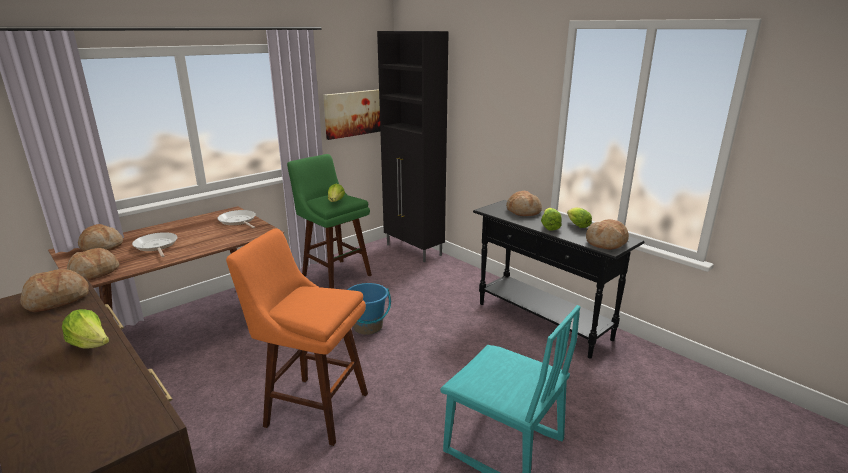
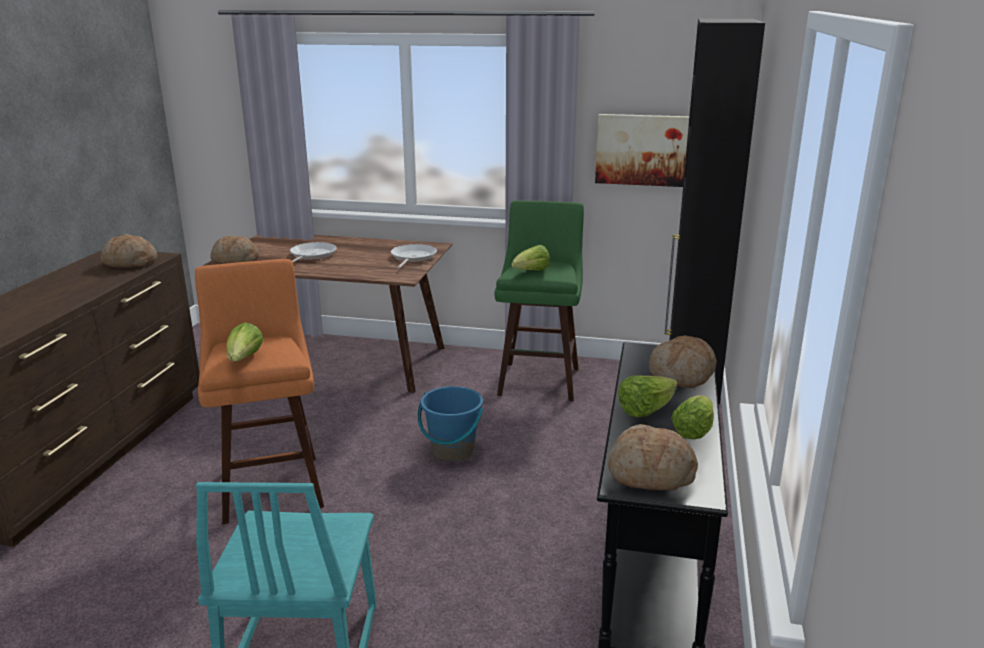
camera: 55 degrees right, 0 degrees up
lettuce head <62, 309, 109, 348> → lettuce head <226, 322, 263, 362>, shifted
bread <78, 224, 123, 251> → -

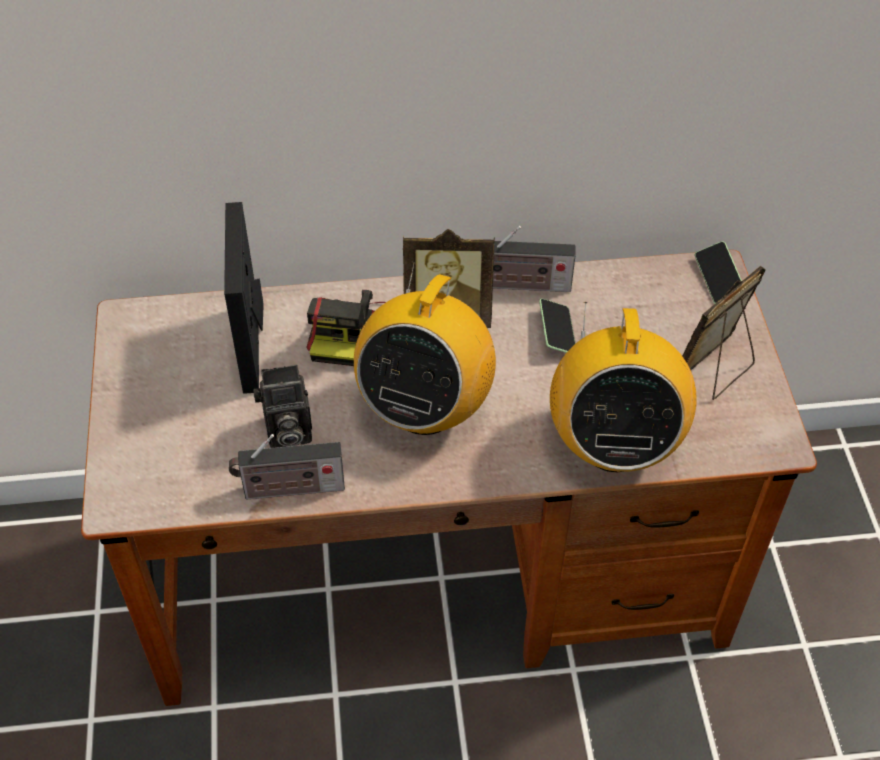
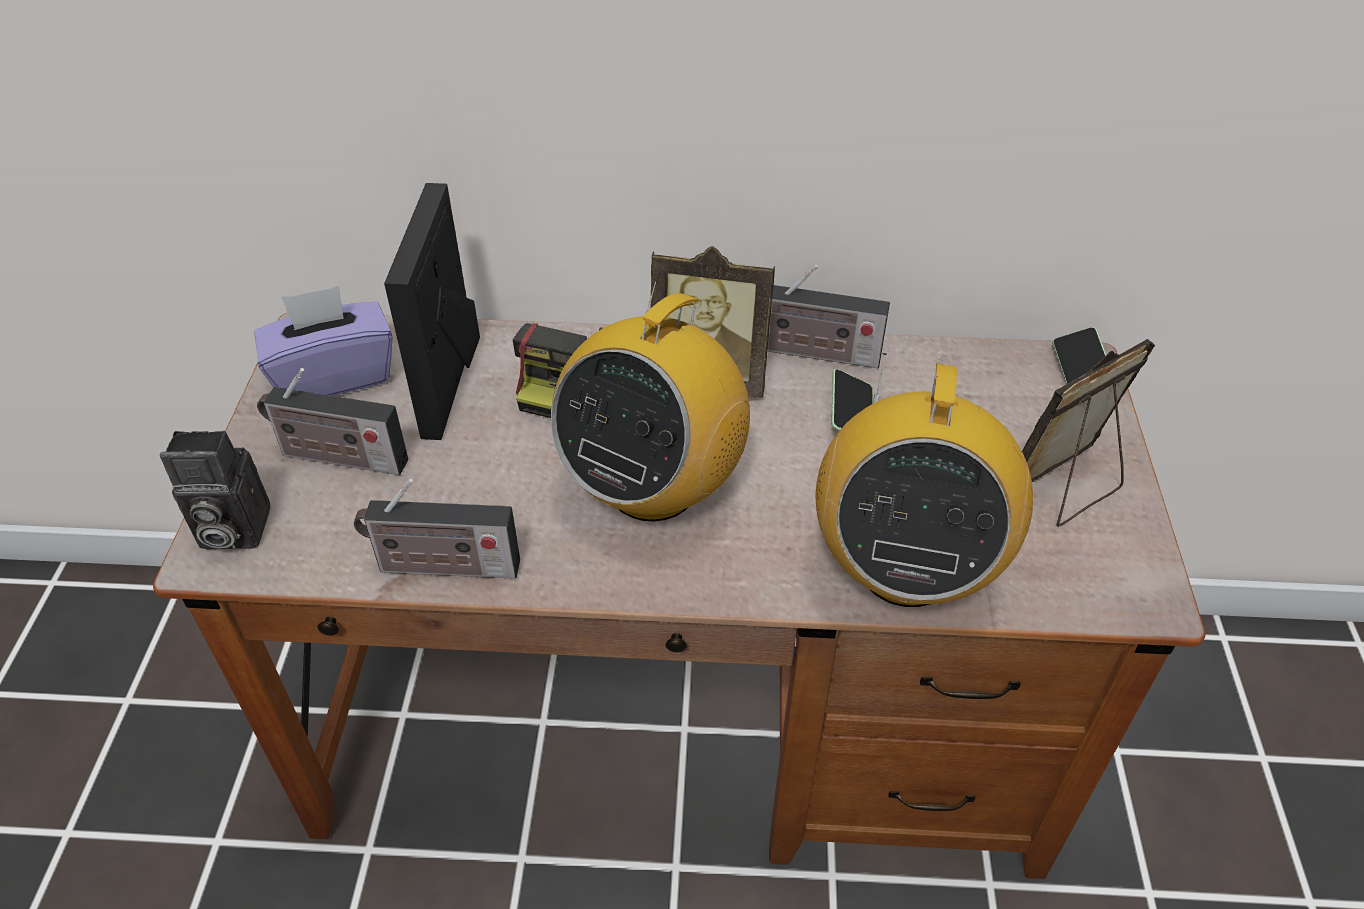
camera: 10 degrees right, 5 degrees down
photo camera <253, 364, 312, 448> → photo camera <160, 431, 270, 549>, shifted
- → box of tissues/purple-coloured <255, 286, 393, 396>
- → radio receiver <257, 368, 409, 475>

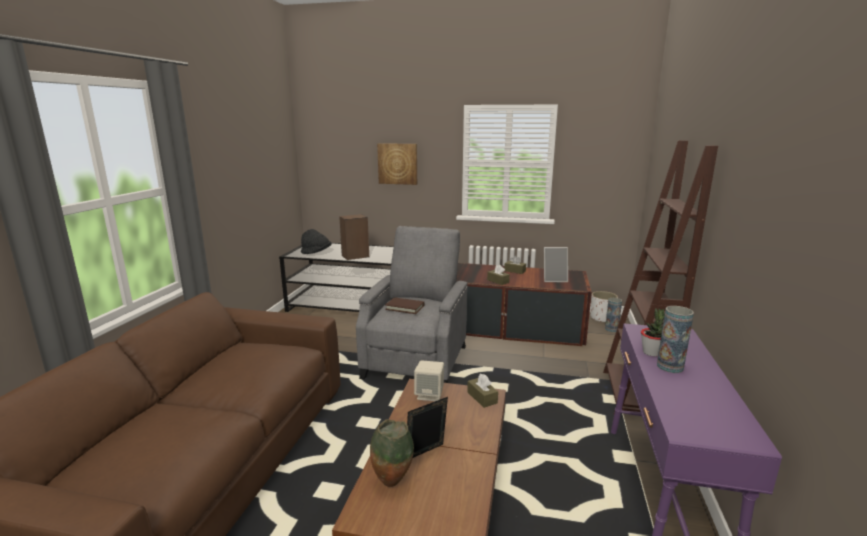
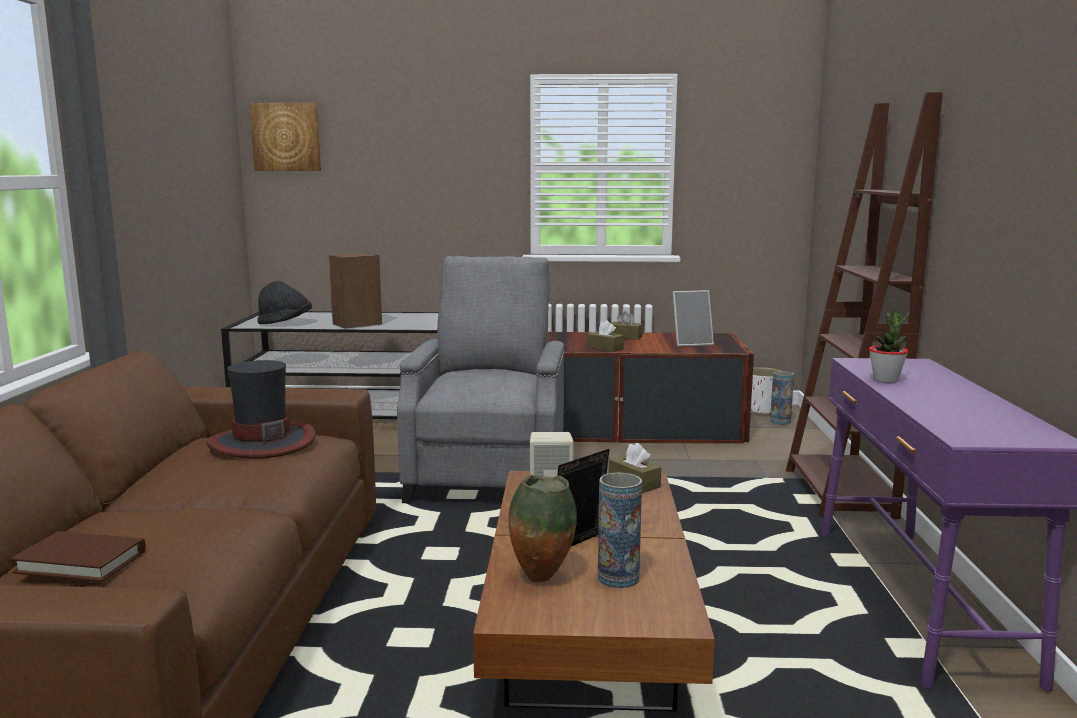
camera: 10 degrees left, 5 degrees down
volume/brownish <385, 297, 424, 314> → volume/brownish <10, 531, 146, 582>, shifted
- → clothing hat <207, 360, 316, 459>
picture <377, 143, 417, 185> → picture <249, 103, 321, 171>, shifted
flower vase <657, 306, 694, 373> → flower vase <598, 472, 642, 588>, shifted

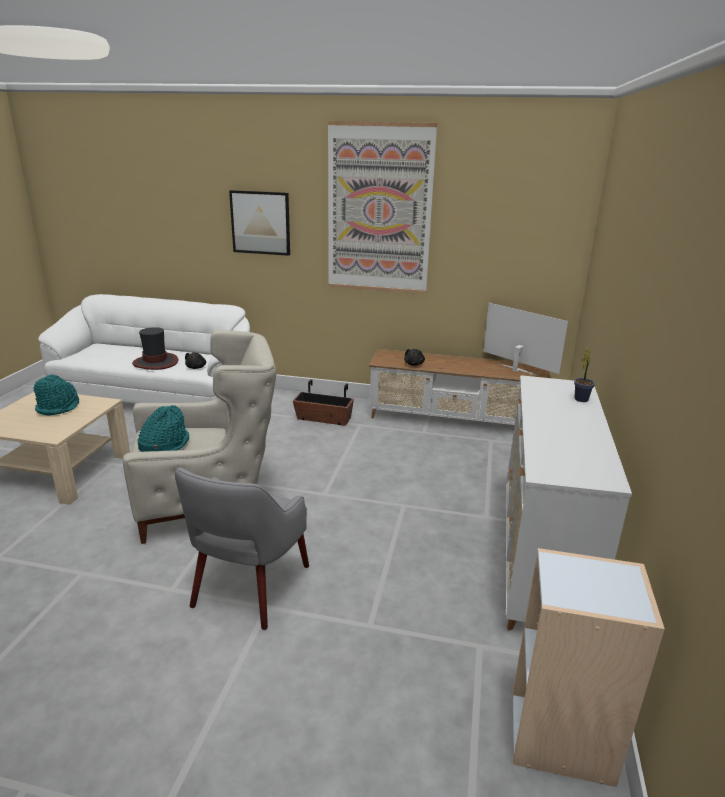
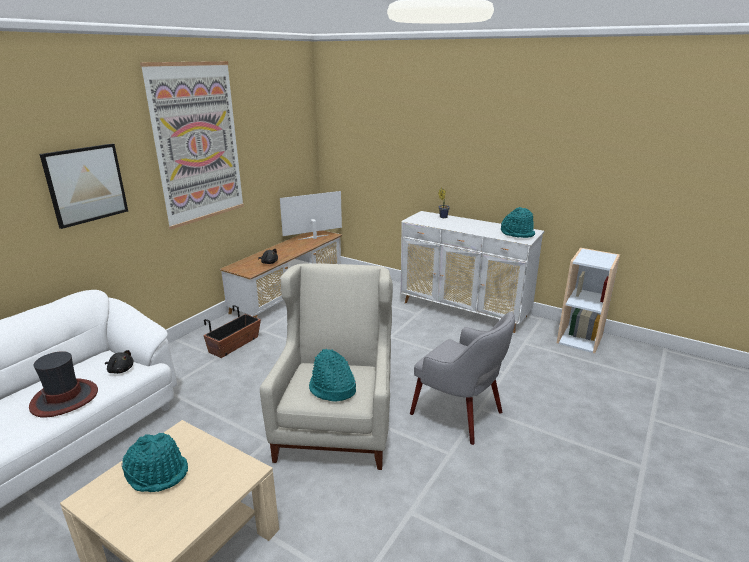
camera: 70 degrees left, 0 degrees up
- → clothing hat/blue-green <501, 207, 535, 238>

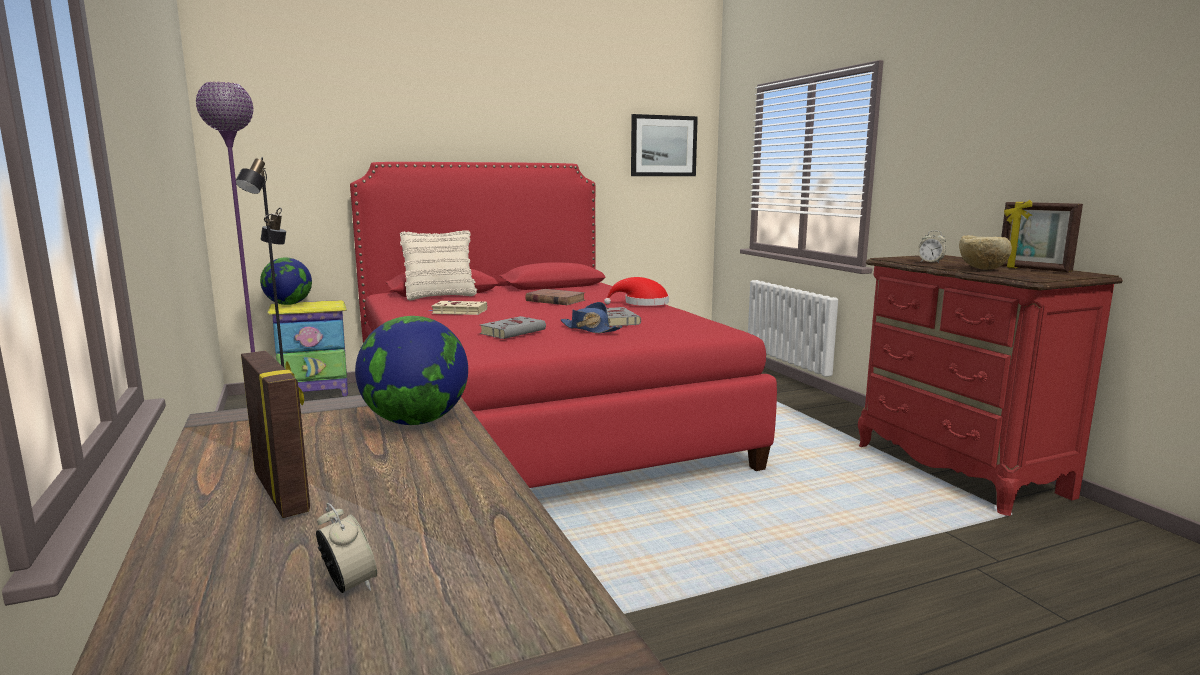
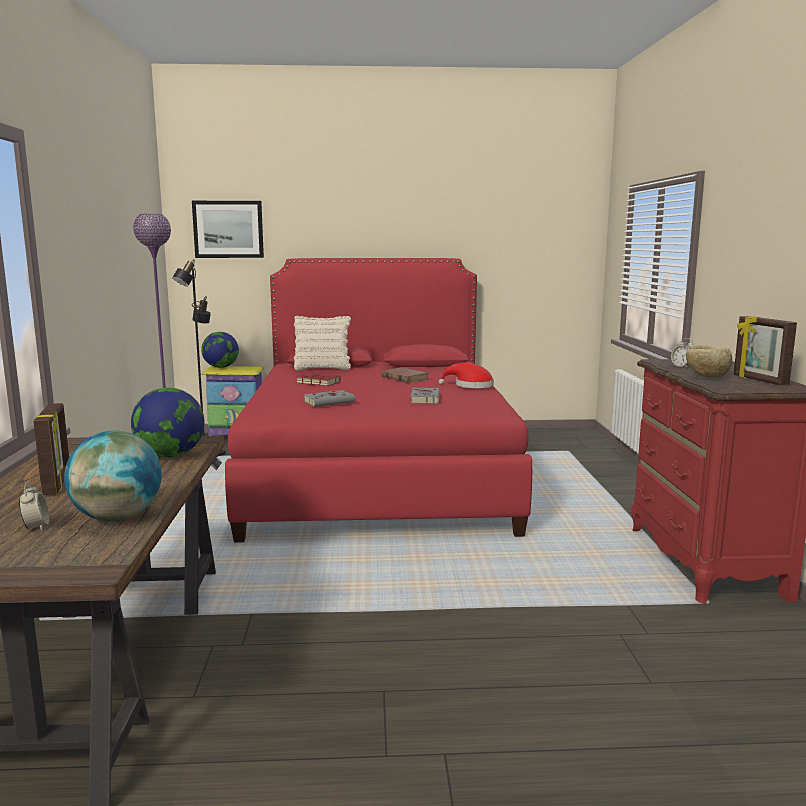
camera: 20 degrees right, 0 degrees up
- → world globe <64, 431, 162, 521>
picture <631, 114, 698, 176> → picture <192, 201, 264, 258>, shifted
volume/beige-coloured <430, 301, 487, 315> → volume/red-coloured <296, 373, 341, 386>
clothing hat/blue <561, 302, 622, 333> → -

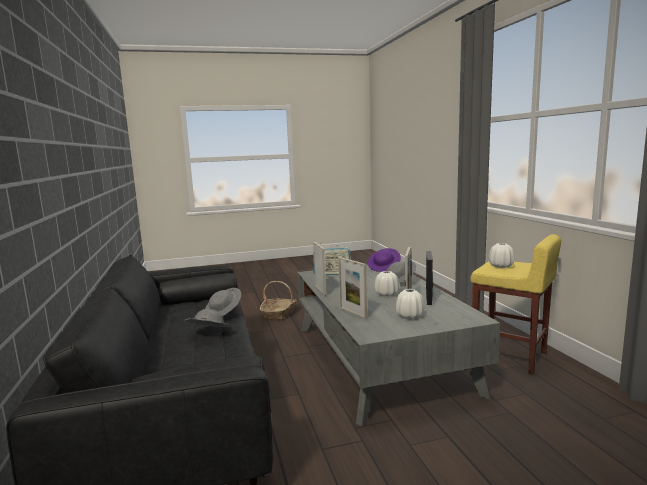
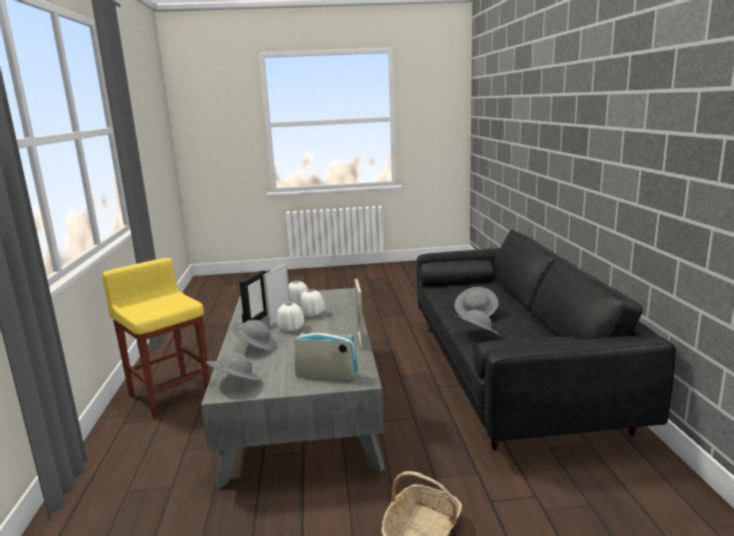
camera: 170 degrees left, 5 degrees up
clothing hat/purple-coloured <368, 248, 401, 272> → clothing hat/greyish <206, 352, 262, 381>
flower vase/white <489, 243, 514, 268> → flower vase/white <298, 289, 324, 317>, shifted
photo frame <338, 257, 367, 319> → -

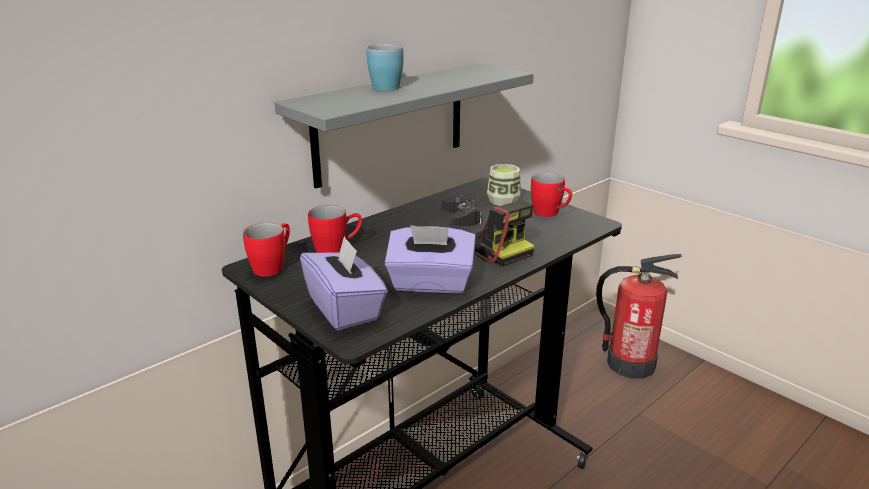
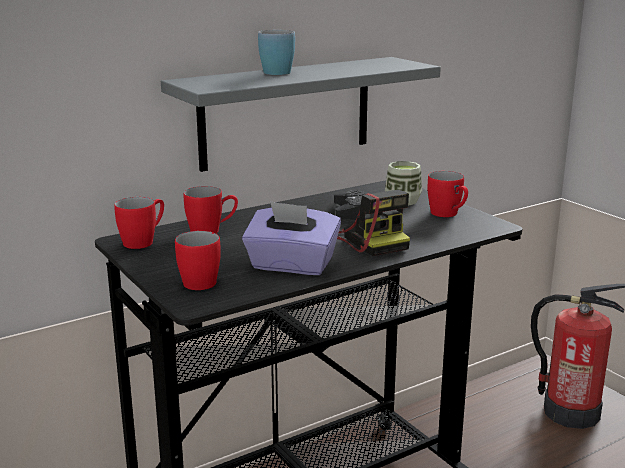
camera: 10 degrees right, 5 degrees down
box of tissues/purple-coloured <300, 235, 388, 330> → mug/red-coloured <175, 231, 221, 290>

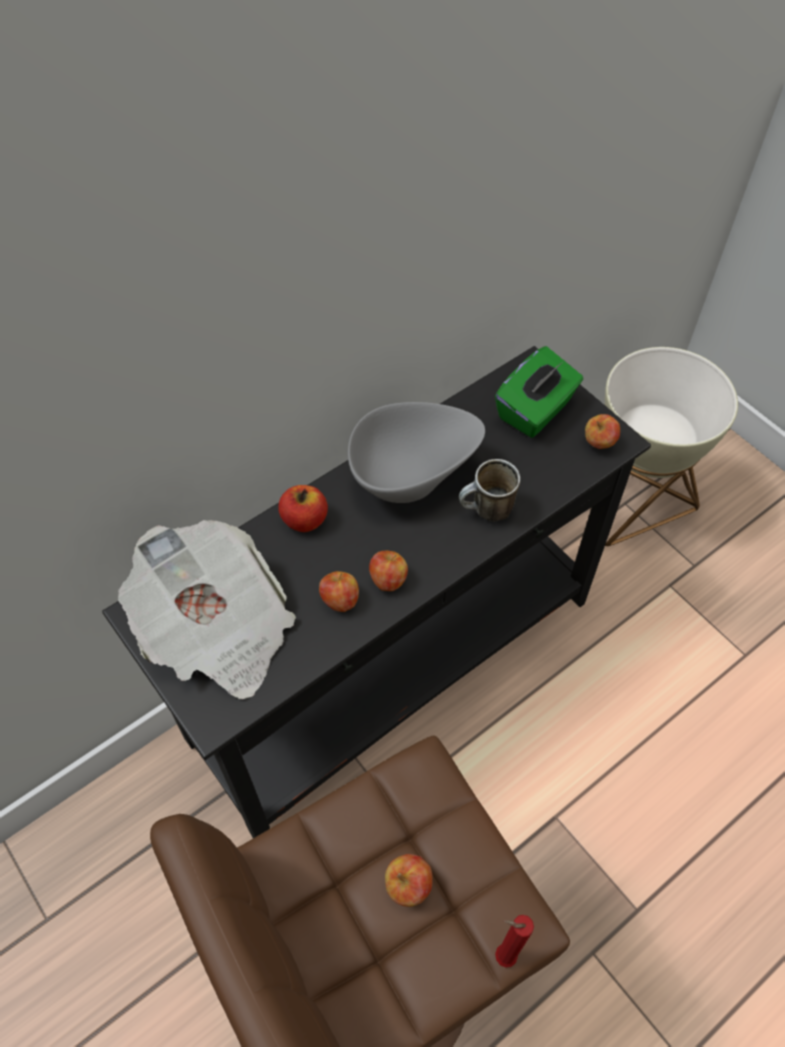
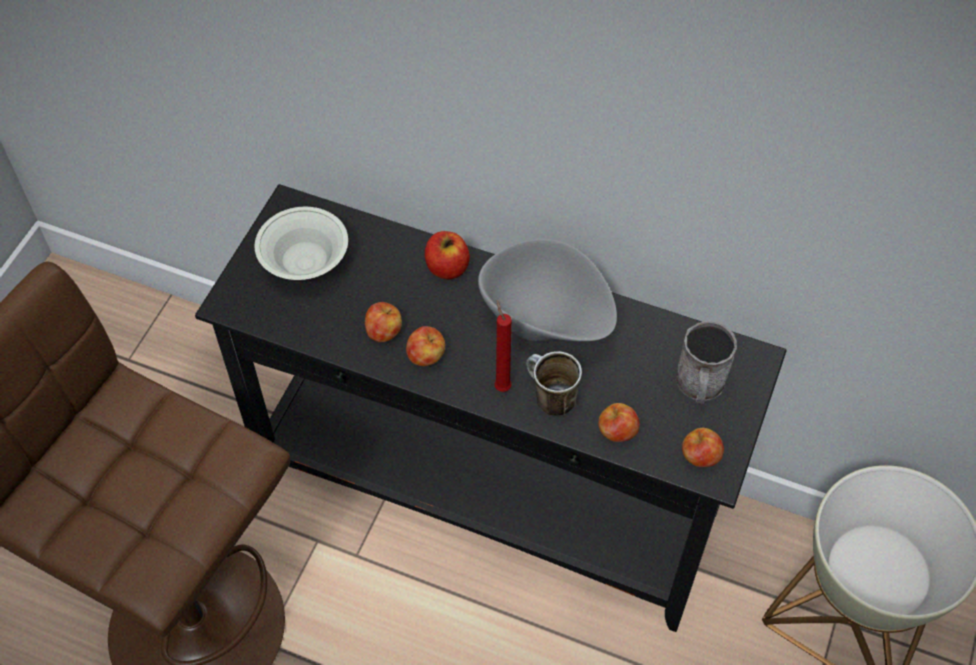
camera: 60 degrees right, 0 degrees up
newspaper <118, 520, 296, 699> → deep dish/white <255, 207, 348, 280>
candle/red-coloured <495, 915, 534, 968> → candle/red-coloured <494, 300, 512, 392>, shifted
whole apple <385, 854, 433, 907> → whole apple <598, 403, 640, 442>, shifted
box of tissues/greenish <495, 346, 583, 438> → mug/greyish <676, 321, 737, 404>

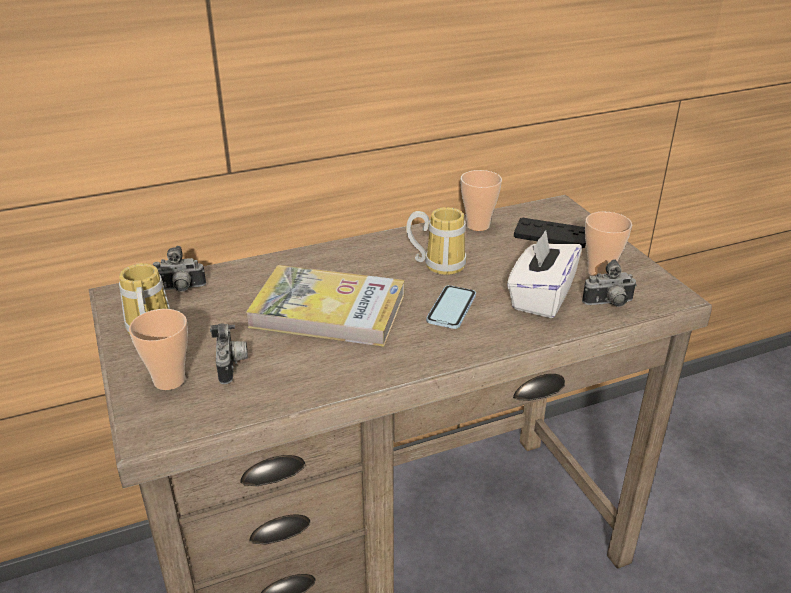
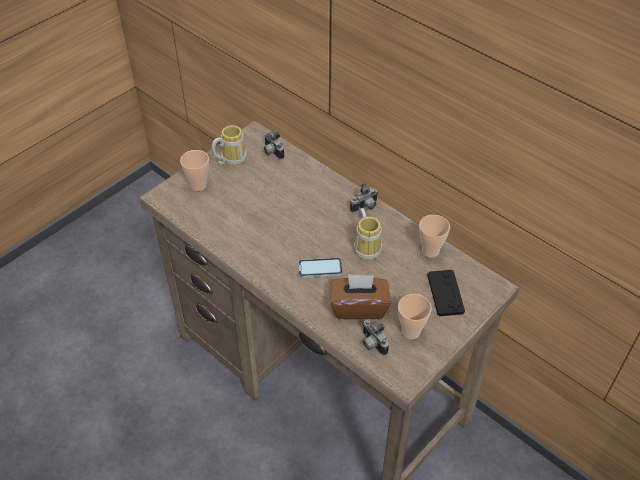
camera: 65 degrees right, 15 degrees up
box of tissues/white <507, 230, 582, 318> → box of tissues/brownish <331, 274, 391, 319>
photo camera <210, 323, 248, 384> → photo camera <350, 183, 378, 212>, shifted
volume <246, 265, 404, 346> → -

